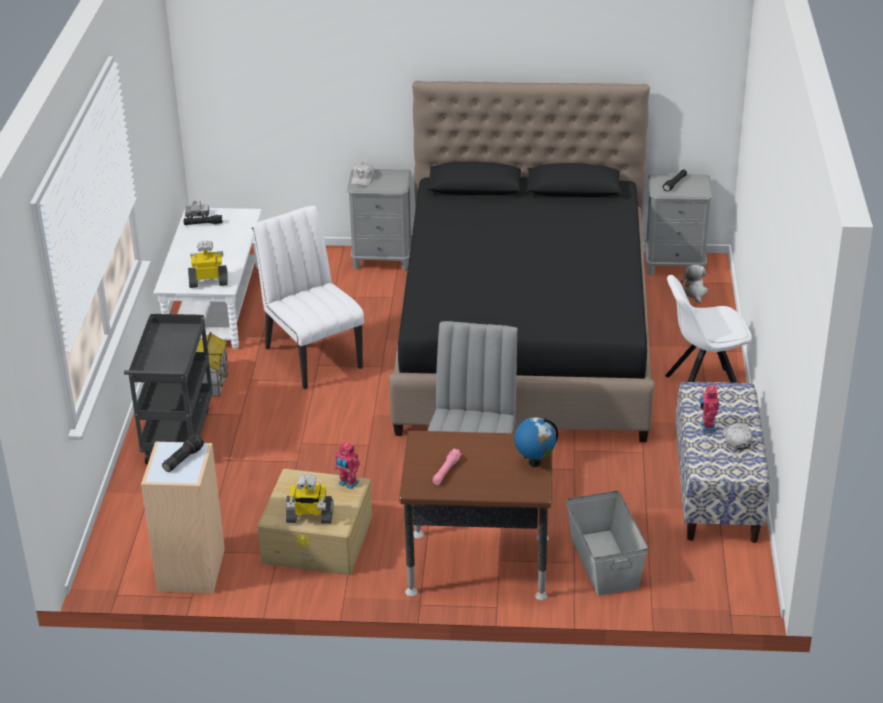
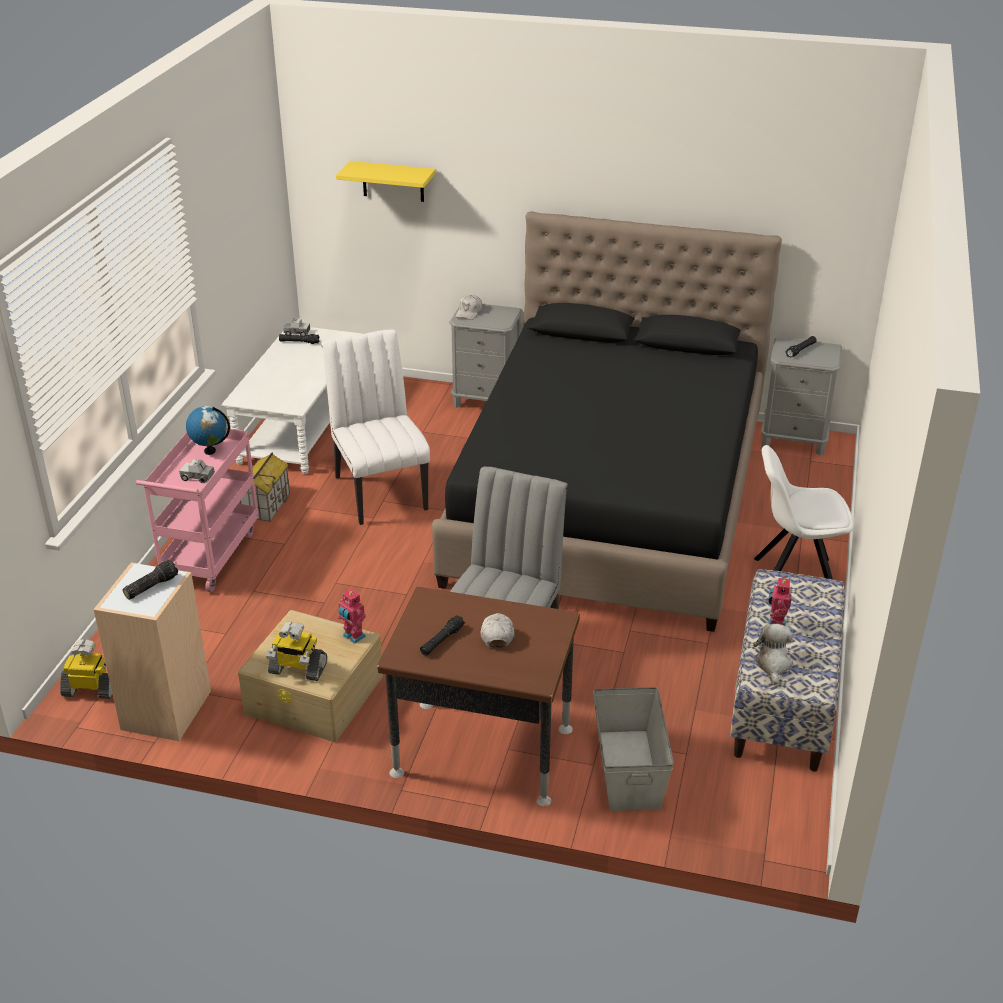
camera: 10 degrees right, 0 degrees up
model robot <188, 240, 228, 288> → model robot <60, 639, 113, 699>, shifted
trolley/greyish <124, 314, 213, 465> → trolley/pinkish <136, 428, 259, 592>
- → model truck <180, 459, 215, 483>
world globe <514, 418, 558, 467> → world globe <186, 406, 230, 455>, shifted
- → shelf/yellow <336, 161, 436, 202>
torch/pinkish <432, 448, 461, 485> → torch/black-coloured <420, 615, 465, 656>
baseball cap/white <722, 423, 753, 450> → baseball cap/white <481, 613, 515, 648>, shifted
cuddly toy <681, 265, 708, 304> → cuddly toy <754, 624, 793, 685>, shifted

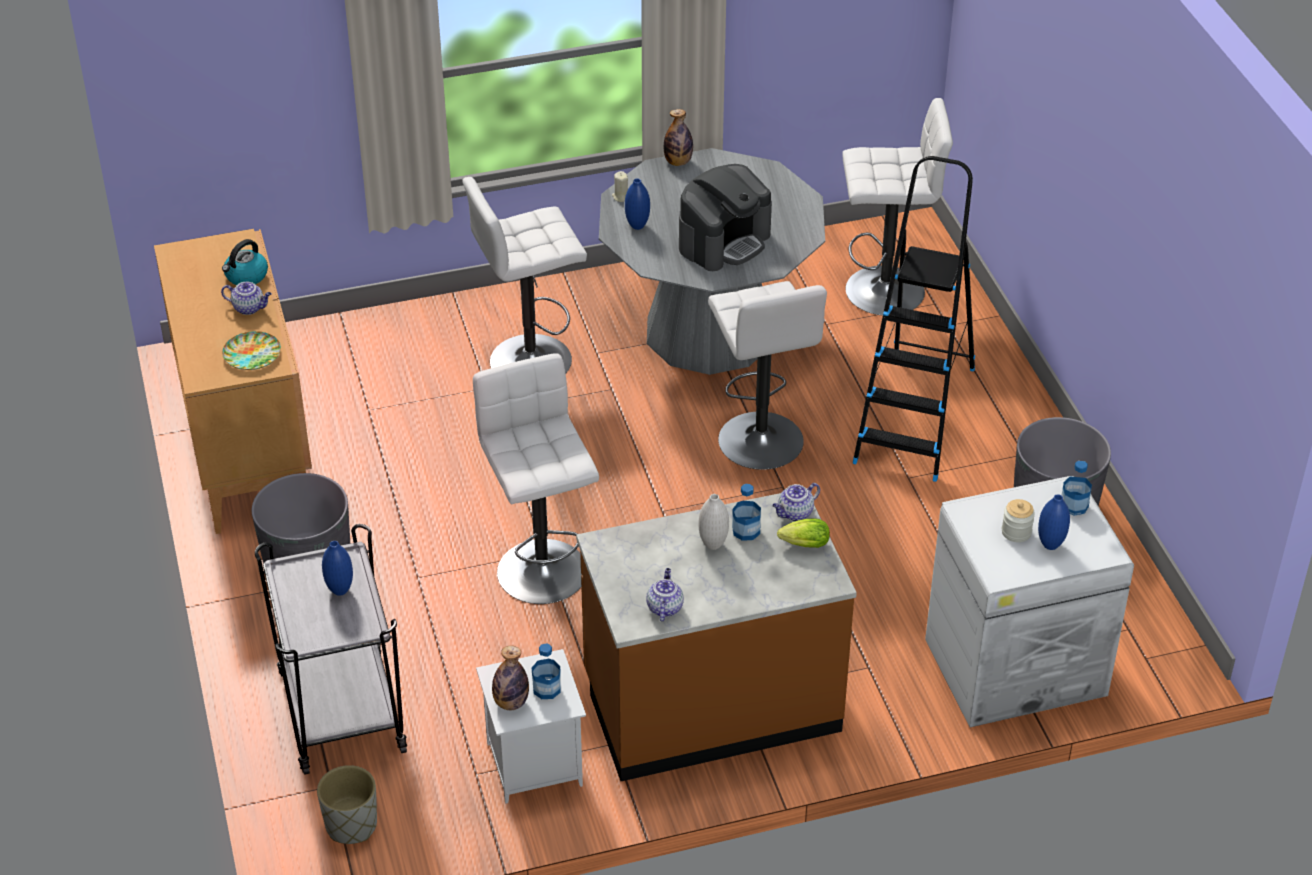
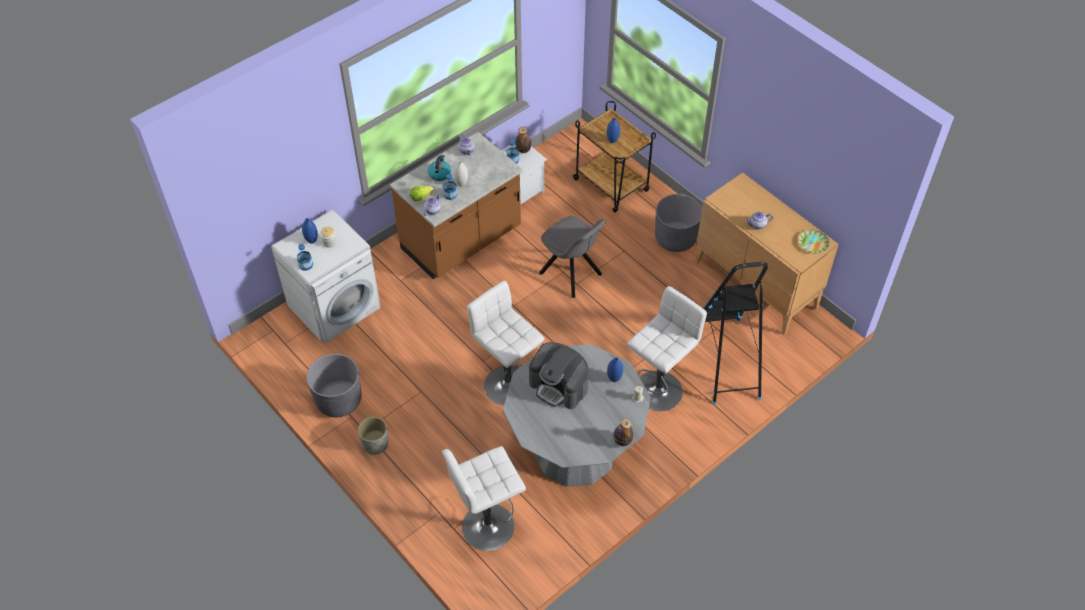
camera: 155 degrees right, 10 degrees up
flower pot/greyish <317, 765, 377, 844> → flower pot/greyish <358, 417, 388, 455>, shifted
water kettle <222, 239, 268, 285> → water kettle <428, 155, 451, 181>, shifted
coffee machine <679, 164, 772, 271> → coffee machine <529, 342, 589, 409>, 75 degrees counterclockwise
stool seat/white <473, 353, 599, 604> → upright chair/greyish <539, 216, 606, 298>
trolley/greyish <255, 524, 407, 775> → trolley/brownish <573, 101, 656, 213>
stepladder/black-coloured <853, 156, 975, 482> → stepladder/black-coloured <703, 262, 768, 405>, shifted
flat dish <222, 331, 281, 370> → flat dish <798, 230, 829, 253>, shifted

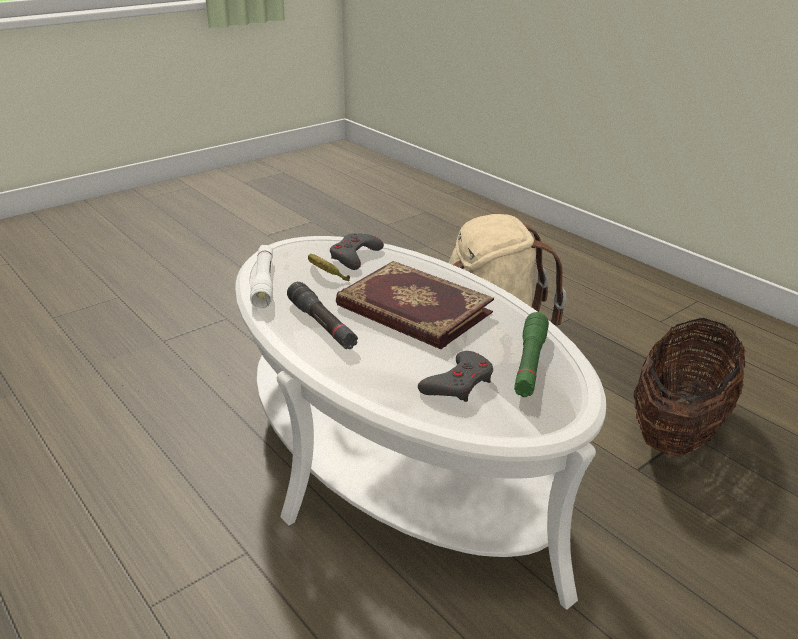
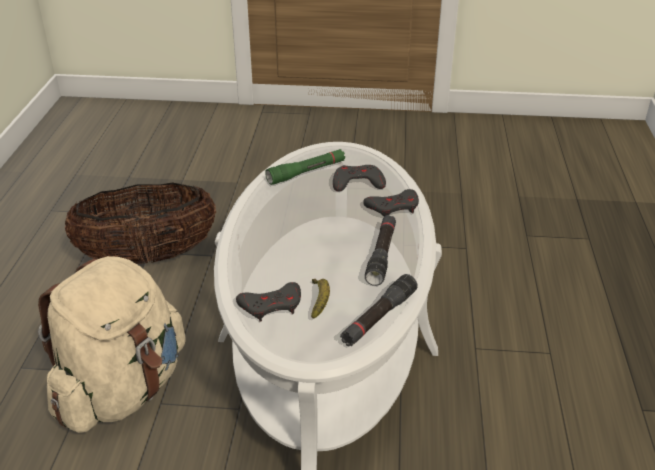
camera: 135 degrees left, 5 degrees up
torch/white <250, 245, 273, 309> → torch/black-coloured <340, 274, 418, 346>
- → joypad/greyish <363, 189, 419, 217>
volume <336, 261, 494, 349> → -

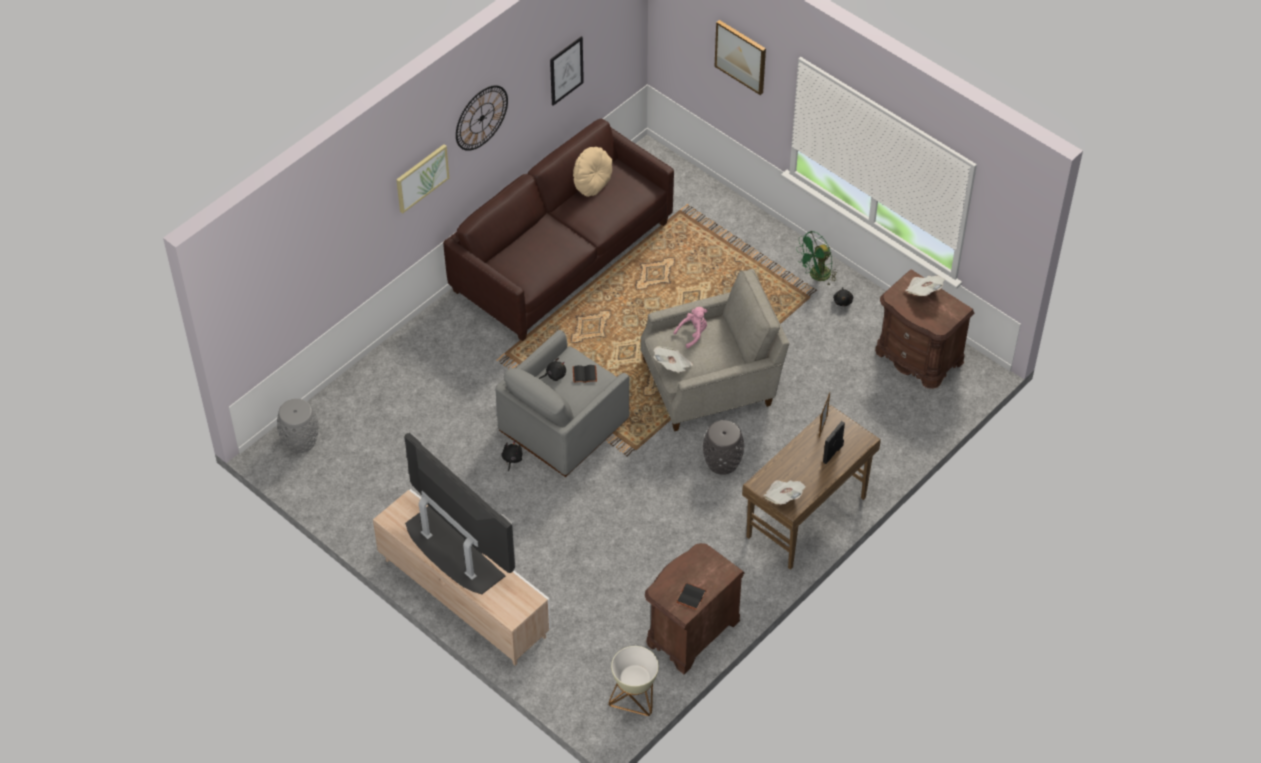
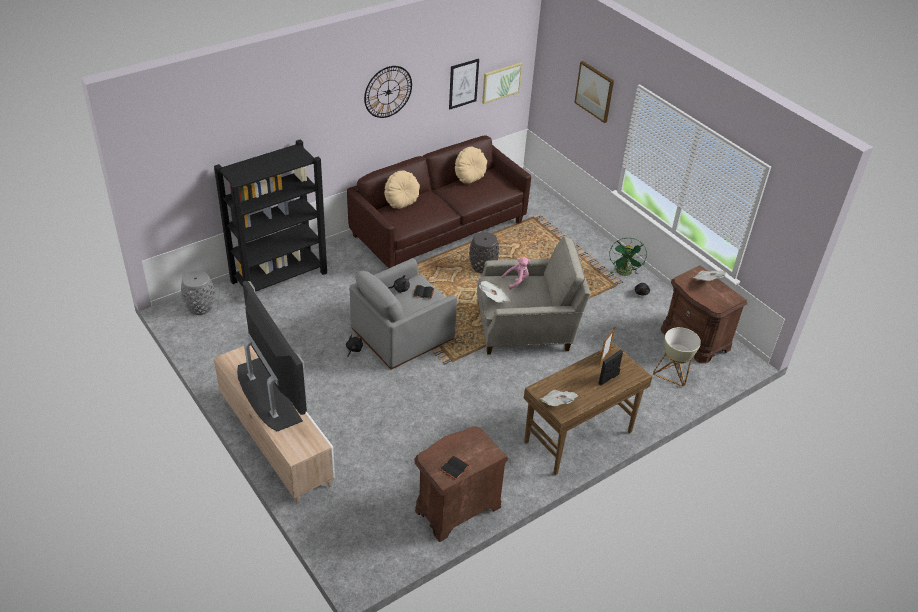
camera: 10 degrees right, 10 degrees down
- → shelving unit/black-coloured <214, 139, 327, 292>
- → pillow/beige-coloured <384, 170, 420, 209>
stool seat/greyish <703, 420, 744, 475> → stool seat/greyish <469, 232, 499, 273>, shifted
picture <396, 144, 449, 214> → picture <482, 62, 523, 104>, shifted
fan/greenish <796, 231, 838, 285> → fan/greenish <609, 238, 647, 276>, 60 degrees counterclockwise
flower pot <608, 646, 659, 716> → flower pot <653, 327, 701, 386>, shifted

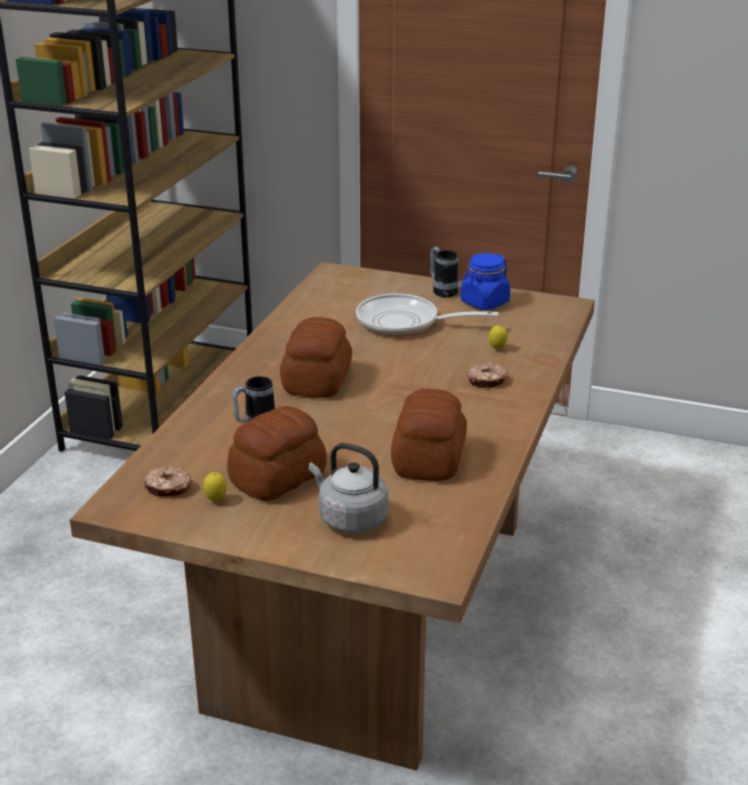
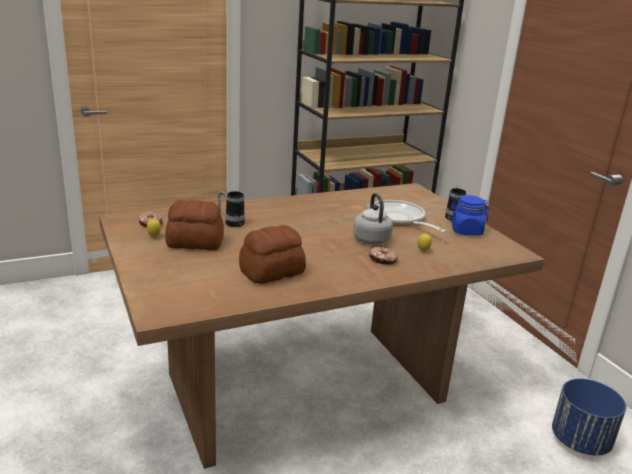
camera: 45 degrees right, 5 degrees down
water kettle/greyish <309, 443, 388, 533> → water kettle/greyish <353, 193, 393, 244>, shifted
- → flower pot/blue <552, 378, 626, 456>
bread <280, 317, 352, 398> → -

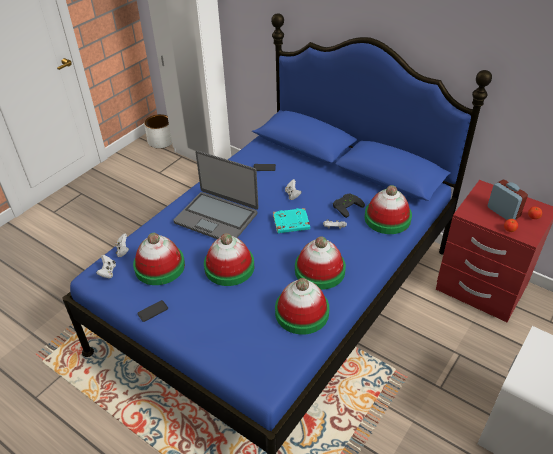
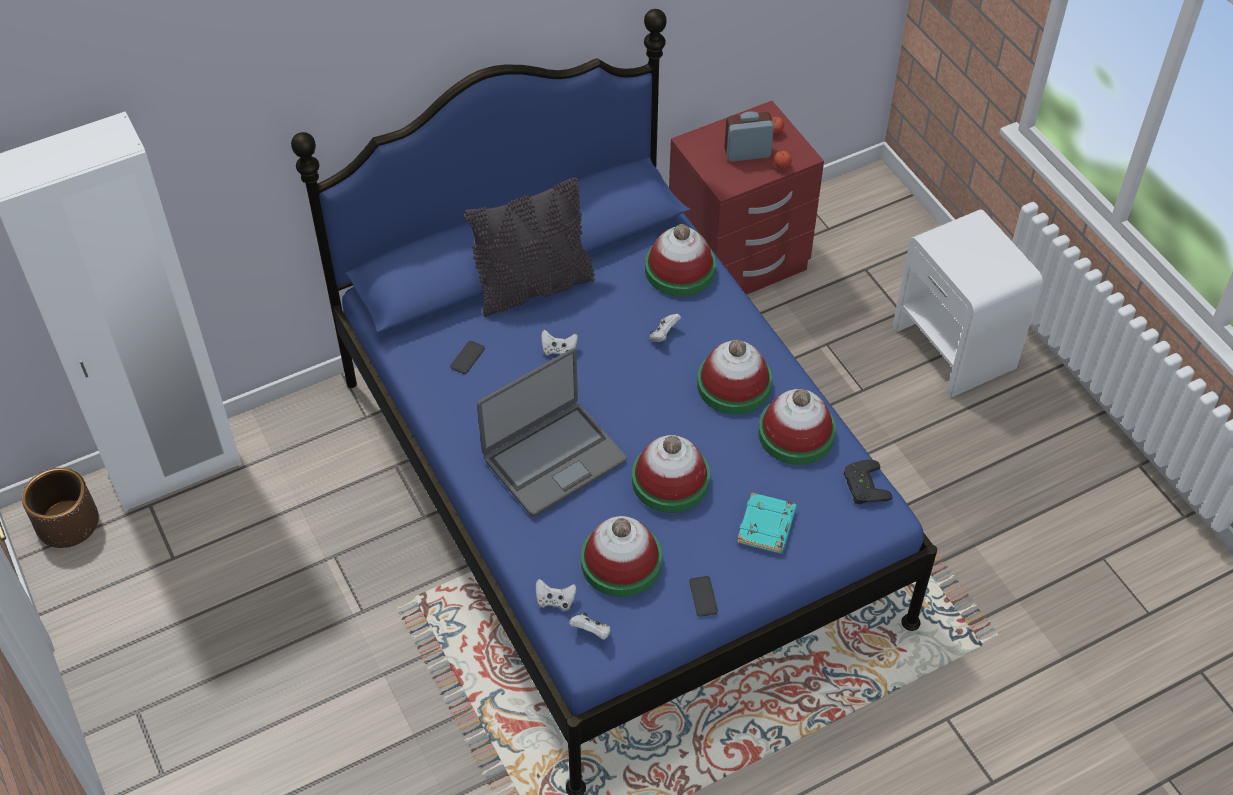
camera: 65 degrees left, 10 degrees up
flower pot/white <144, 114, 172, 149> → flower pot/brownish <22, 467, 99, 548>
- → pillow/black-coloured <463, 178, 595, 317>
volume/blue-green <273, 208, 310, 233> → volume/blue-green <737, 493, 797, 553>, shifted
joypad/black-coloured <333, 193, 365, 218> → joypad/black-coloured <844, 460, 893, 504>, shifted

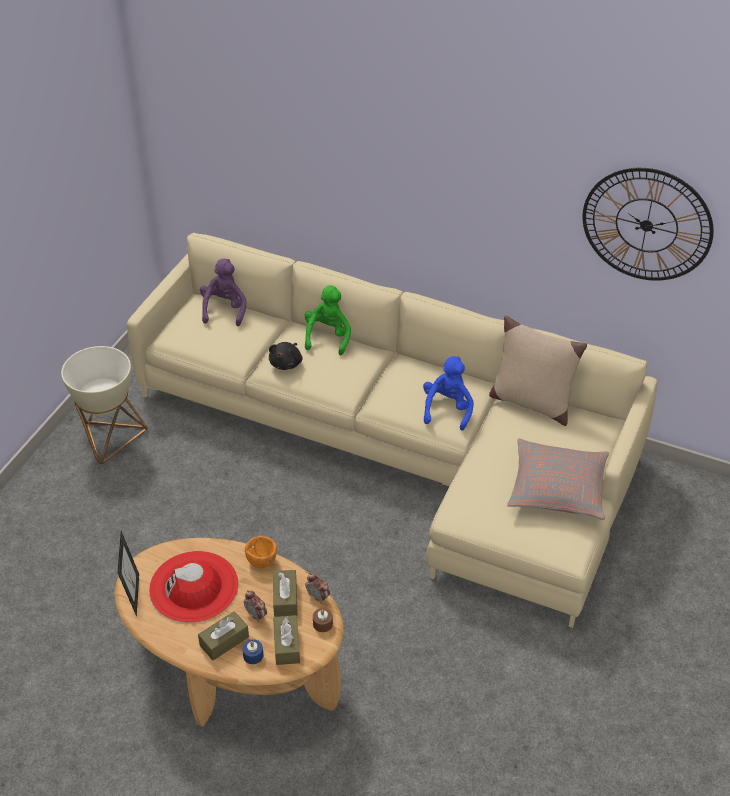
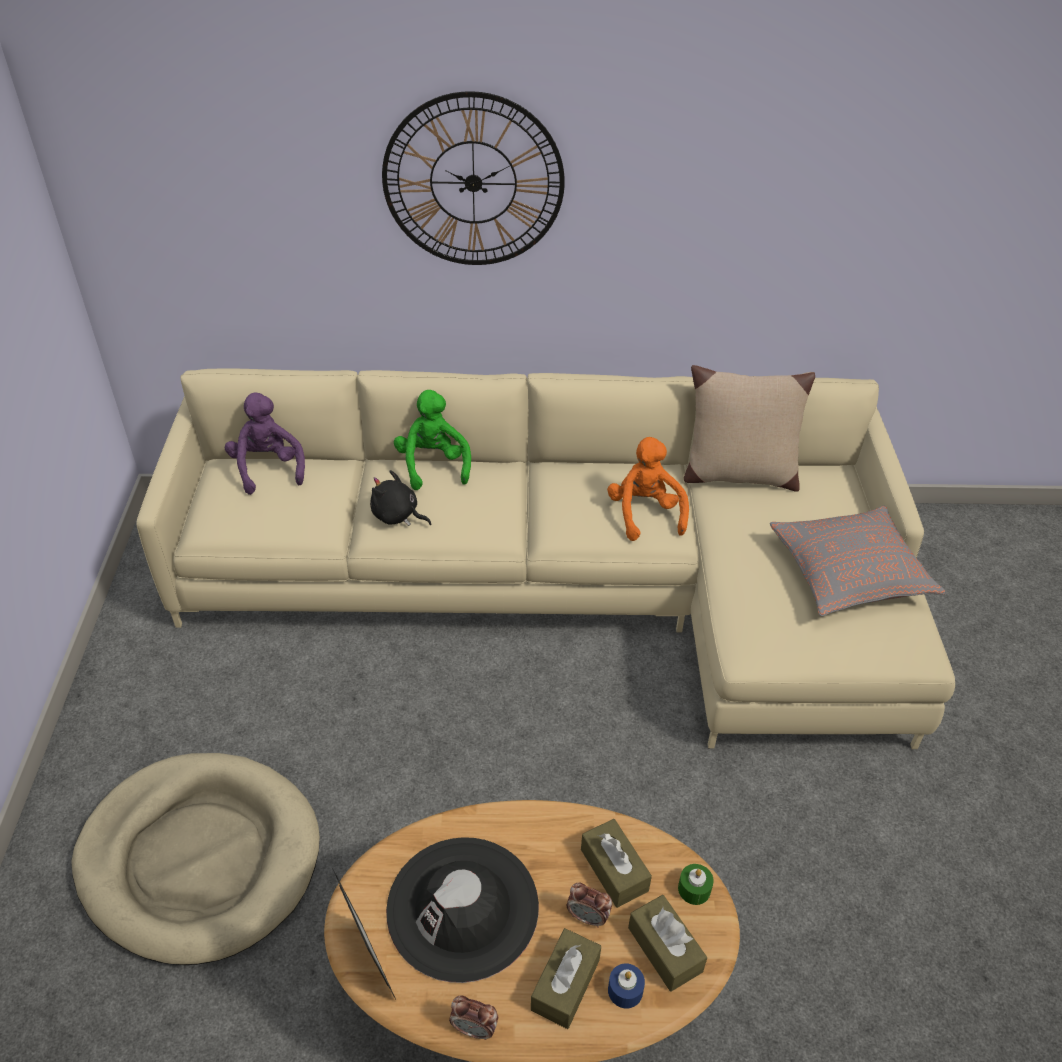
camera: 25 degrees left, 0 degrees up
- → pet bed/beige-coloured <71, 753, 320, 965>
cuddly toy/black-coloured <269, 342, 302, 370> → cuddly toy/black-coloured <370, 470, 431, 526>, 120 degrees clockwise
hanging clock <583, 168, 714, 281> → hanging clock <382, 91, 565, 265>, shifted
clothing hat/red-coloured <149, 551, 238, 623> → clothing hat/black-coloured <386, 837, 539, 983>
alarm clock <305, 573, 330, 604> → alarm clock <449, 995, 498, 1040>, shifted
cuddly toy/blue <423, 356, 474, 431> → cuddly toy/orange-coloured <607, 437, 689, 541>
candle/brownish <313, 608, 333, 632> → candle/greenish <678, 864, 714, 905>
flower pot <61, 346, 148, 464> → -
deep dish/orange-coloured <245, 536, 277, 568> → -

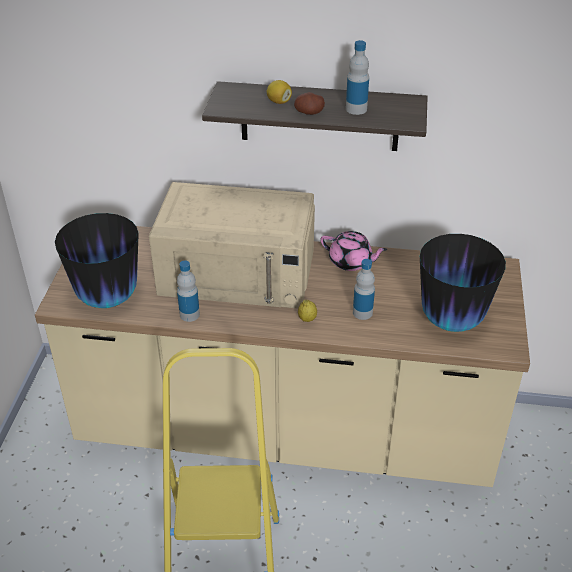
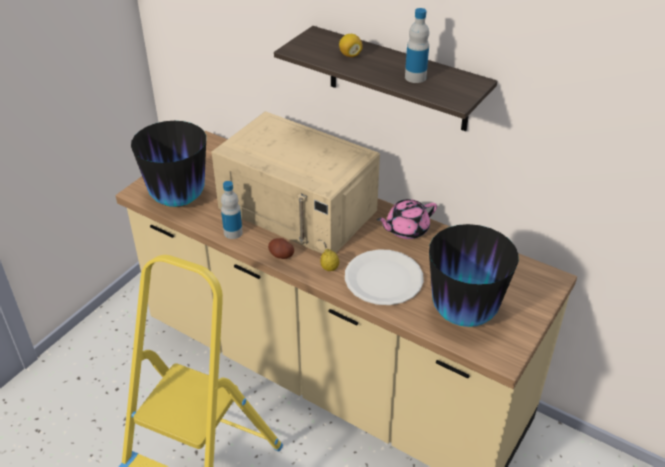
camera: 25 degrees right, 0 degrees up
spud <294, 92, 325, 115> → spud <268, 238, 294, 259>, shifted
bottle <353, 259, 375, 320> → flat dish/white <345, 249, 424, 305>
pot for tea/pinkish <320, 231, 387, 271> → pot for tea/pinkish <377, 199, 437, 239>, 105 degrees clockwise

